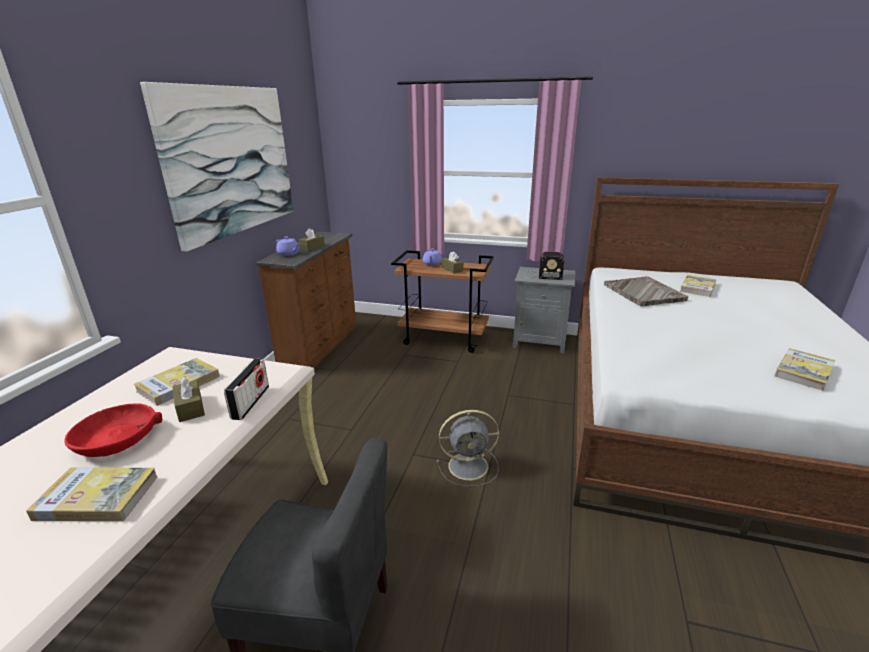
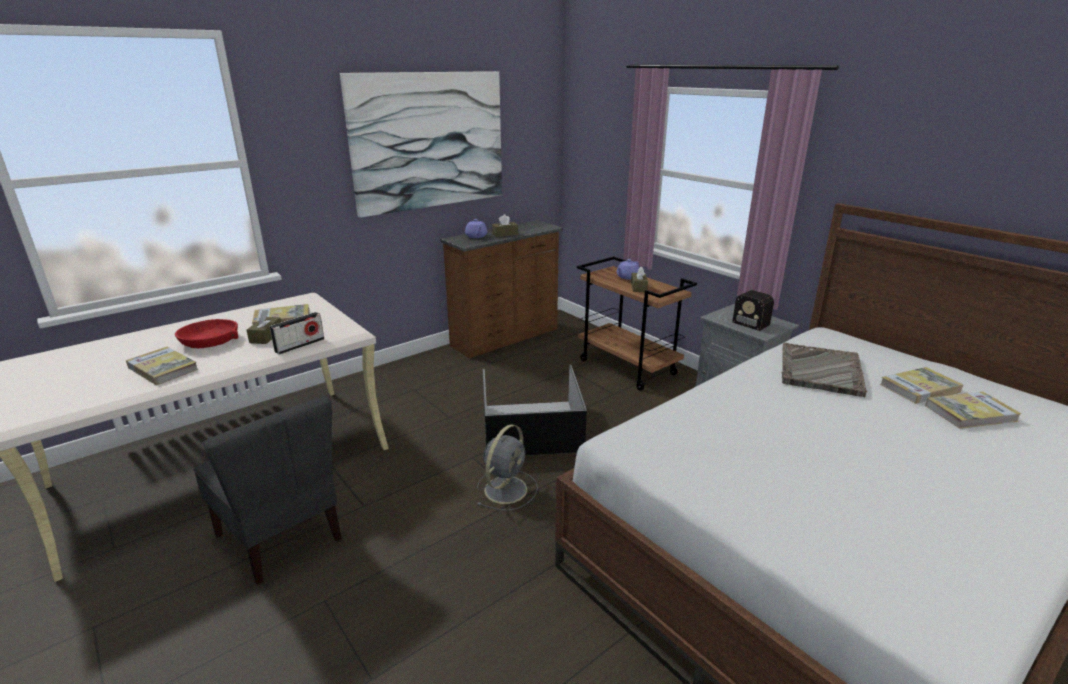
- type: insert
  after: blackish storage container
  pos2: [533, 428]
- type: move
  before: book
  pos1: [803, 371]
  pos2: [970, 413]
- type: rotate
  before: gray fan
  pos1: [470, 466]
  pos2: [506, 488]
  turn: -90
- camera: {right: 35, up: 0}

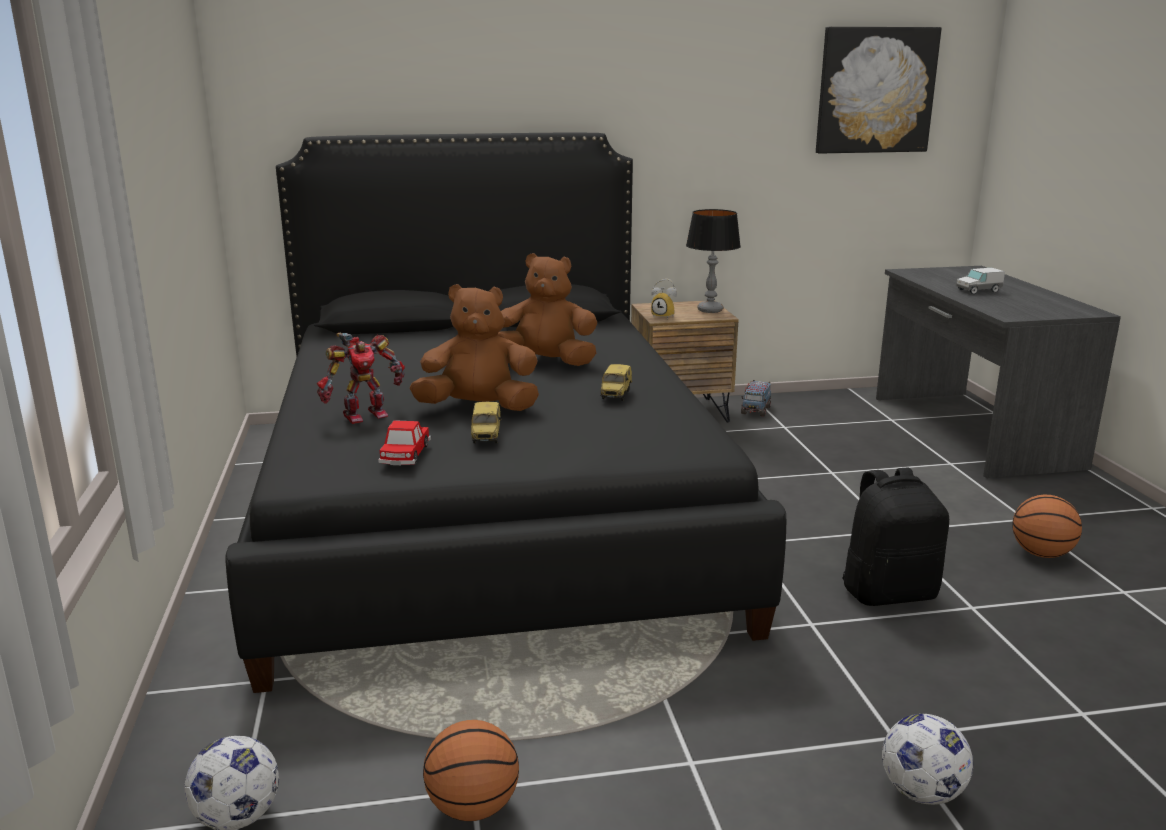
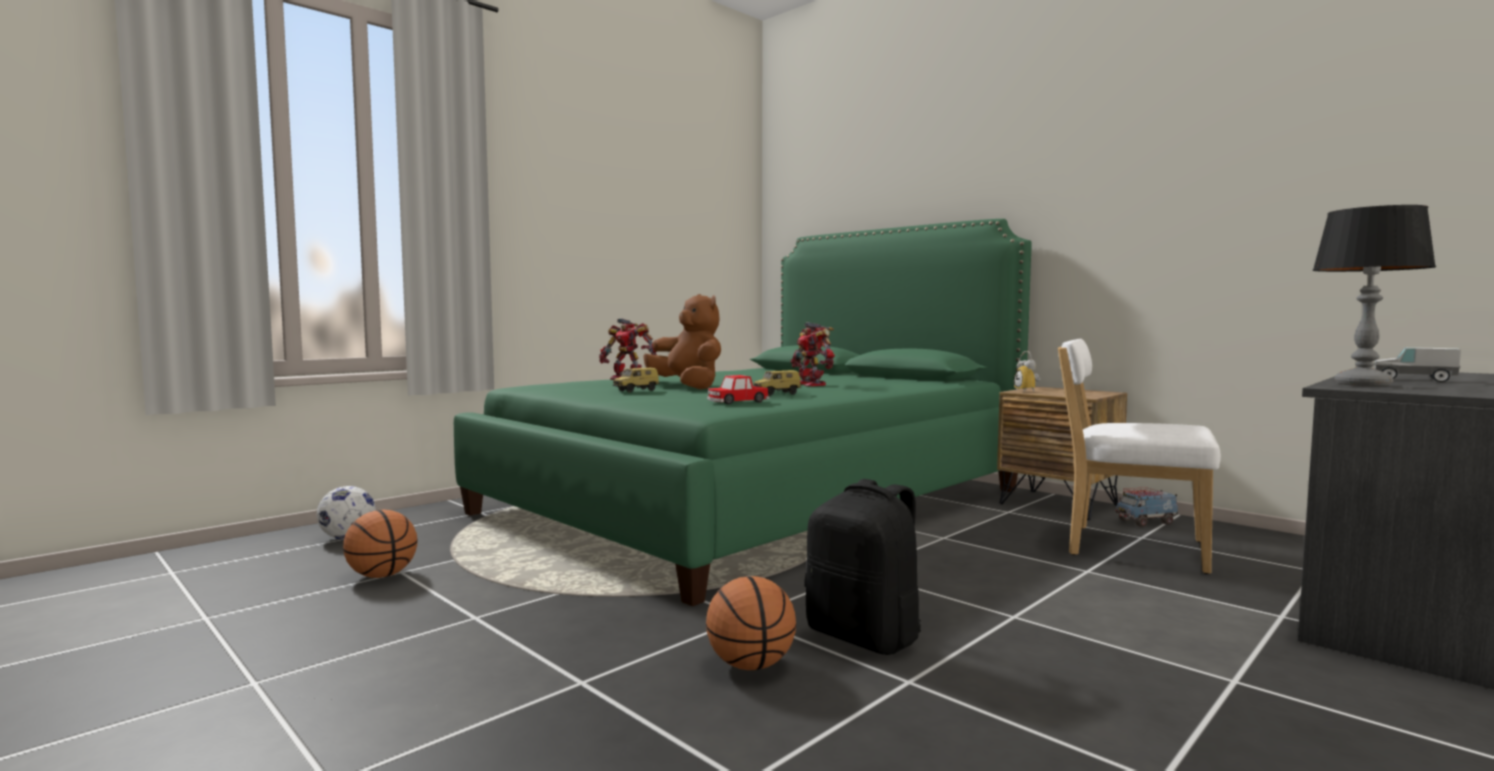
- type: delete
  before: wall picture
  pos1: [875, 90]
- type: delete
  before: football ball
  pos1: [921, 793]
- type: insert
  after: whitish upright chair
  pos2: [1128, 547]
- type: move
  before: model car
  pos1: [405, 454]
  pos2: [737, 402]
- type: move
  before: table lamp
  pos1: [710, 310]
  pos2: [1362, 384]
- type: move
  before: basketball
  pos1: [1041, 554]
  pos2: [751, 665]
- type: replace
  before: brown plush toy
  after: model robot
  pos1: [545, 362]
  pos2: [812, 384]
- type: recolor
  before: blackish sleeping bed
  after: green sleeping bed
  pos1: [488, 508]
  pos2: [758, 500]
- camera: {right: 55, up: -15}

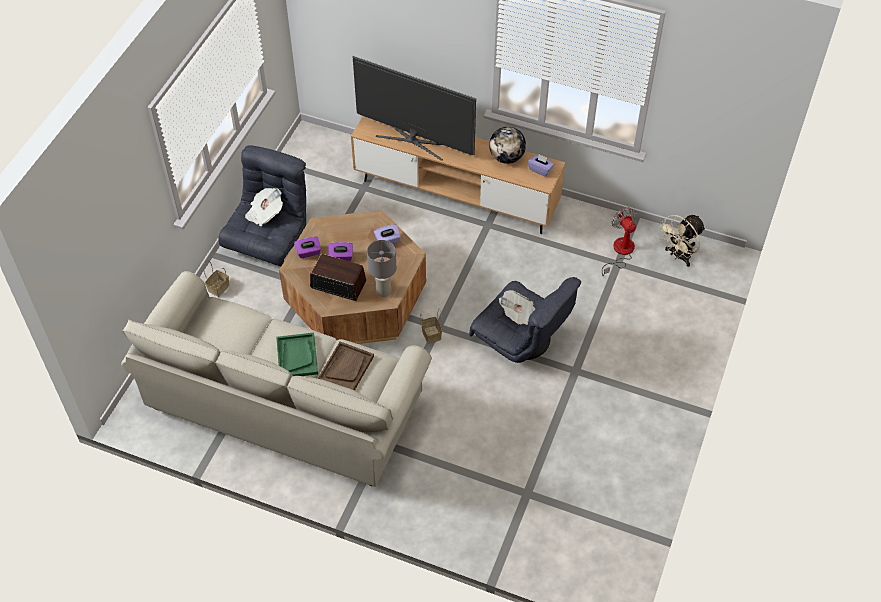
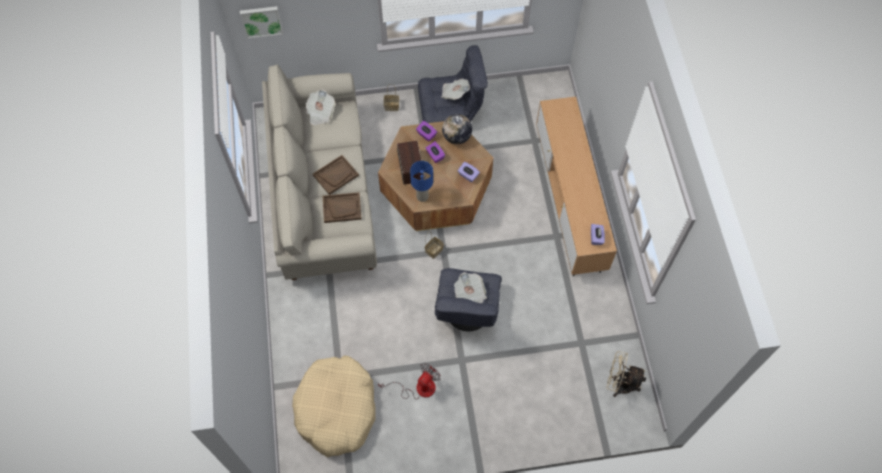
- type: delete
  before: TV set
  pos1: [414, 140]
- type: insert
  after: wall picture
  pos2: [261, 20]
- type: insert
  after: beige-coloured dog cushion
  pos2: [336, 409]
- type: insert
  after: printed paper
  pos2: [320, 113]
- type: move
  before: world globe
  pos1: [506, 157]
  pos2: [457, 137]
- type: move
  before: fan
  pos1: [620, 252]
  pos2: [418, 388]
- type: recolor
  before: green carrying tray
  after: brown carrying tray
  pos1: [297, 356]
  pos2: [336, 175]
- type: recolor
  before: gray table lamp
  after: blue-coloured table lamp
  pos1: [383, 291]
  pos2: [422, 196]
- camera: {right: 60, up: 10}

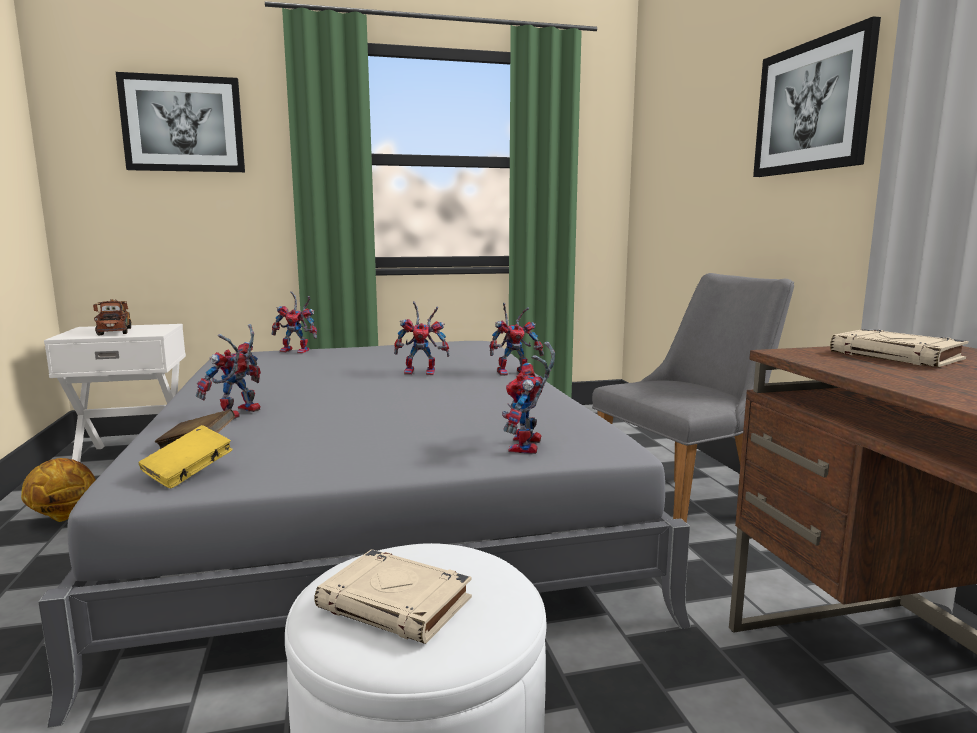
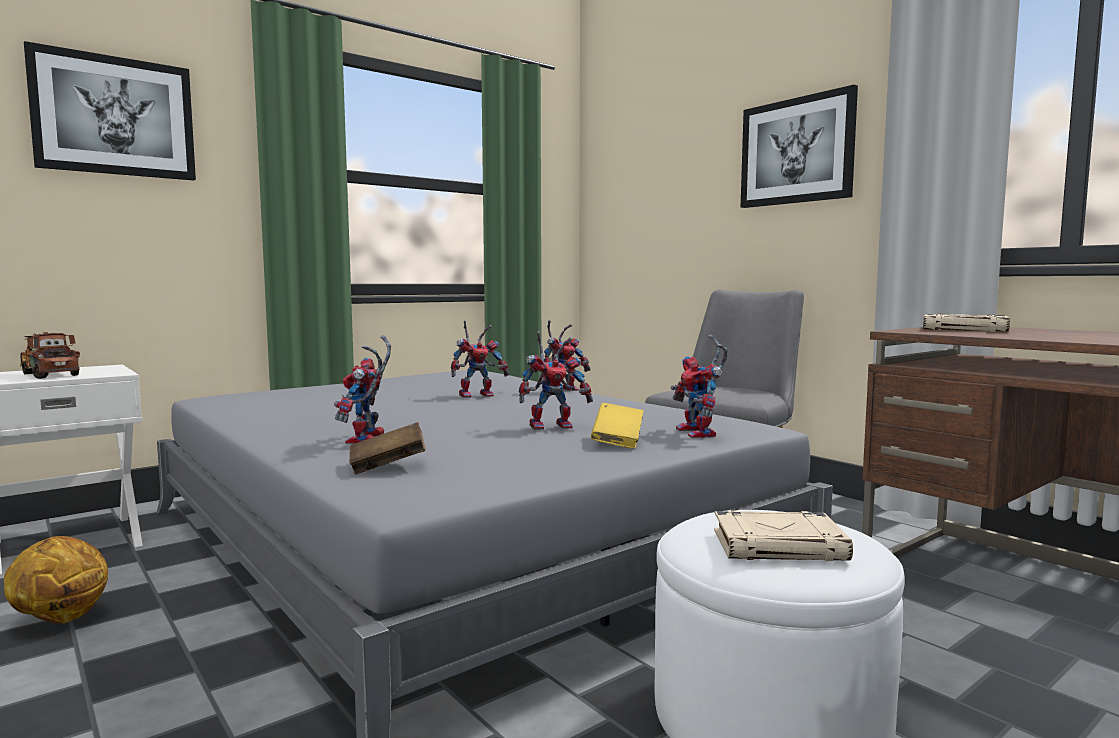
- type: move
  before: yellow book
  pos1: [188, 474]
  pos2: [618, 441]
- type: move
  before: model robot
  pos1: [298, 351]
  pos2: [553, 426]
- camera: {right: -25, up: -5}

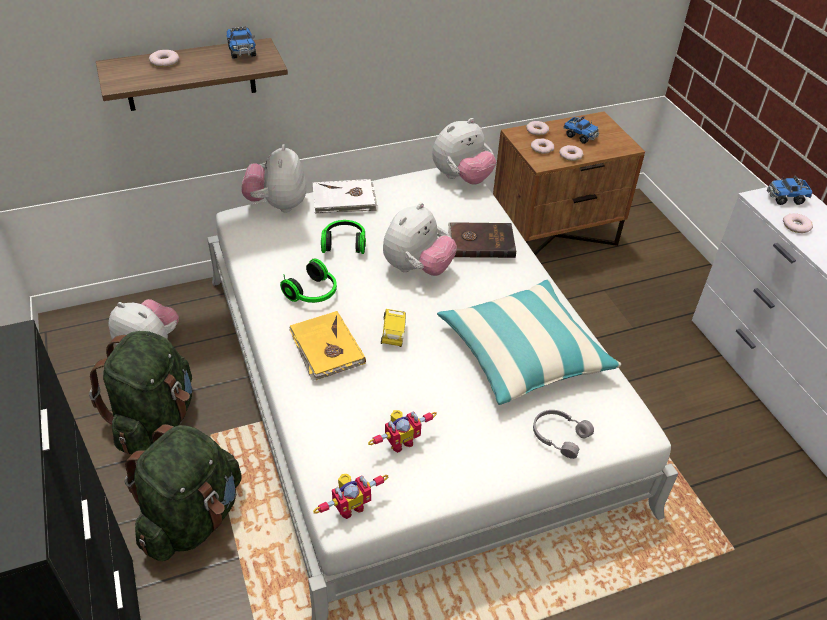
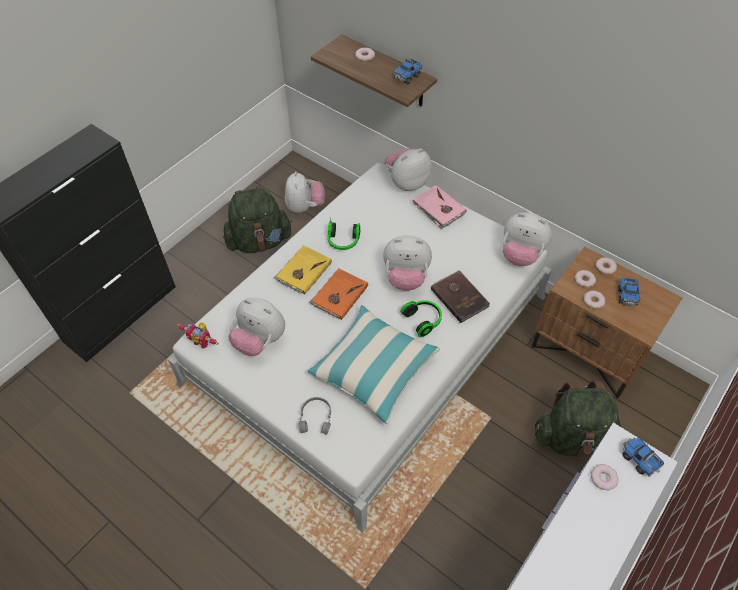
- type: move
  before: green rucksack
  pos1: [192, 518]
  pos2: [572, 437]
- type: move
  before: headset
  pos1: [344, 244]
  pos2: [423, 320]
- type: replace
  before: model robot
  after: plush toy
  pos1: [400, 441]
  pos2: [259, 341]
- type: replace
  before: yellow model car
  after: orange book
  pos1: [394, 333]
  pos2: [339, 295]
- type: recolor
  before: whitish book
  after: pink-coloured book
  pos1: [344, 200]
  pos2: [438, 209]
- camera: {right: 60, up: 10}

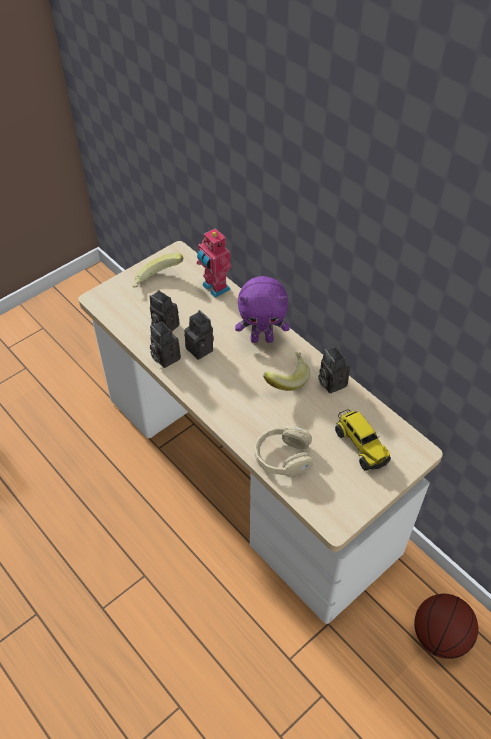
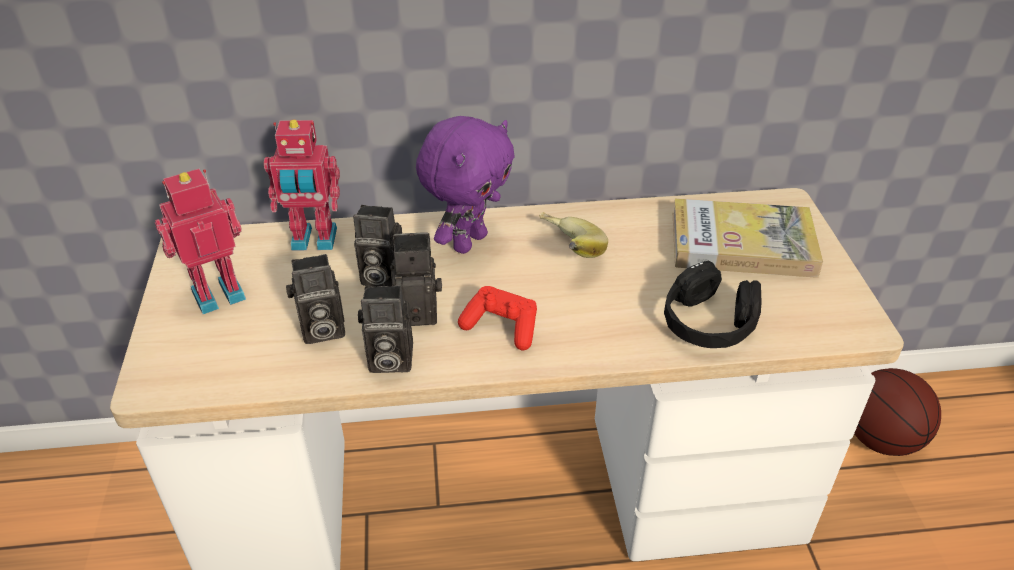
- type: insert
  after: red gamepad
  pos2: [502, 327]
- type: move
  before: still camera
  pos1: [330, 382]
  pos2: [379, 277]
- type: replace
  before: banana fruit
  after: model robot
  pos1: [158, 281]
  pos2: [217, 293]
- type: replace
  before: toy lorry
  after: book
  pos1: [360, 445]
  pos2: [742, 244]
- type: recolor
  before: beige-coloured headset
  after: blackish headset
  pos1: [283, 457]
  pos2: [708, 323]
- camera: {right: -55, up: -10}

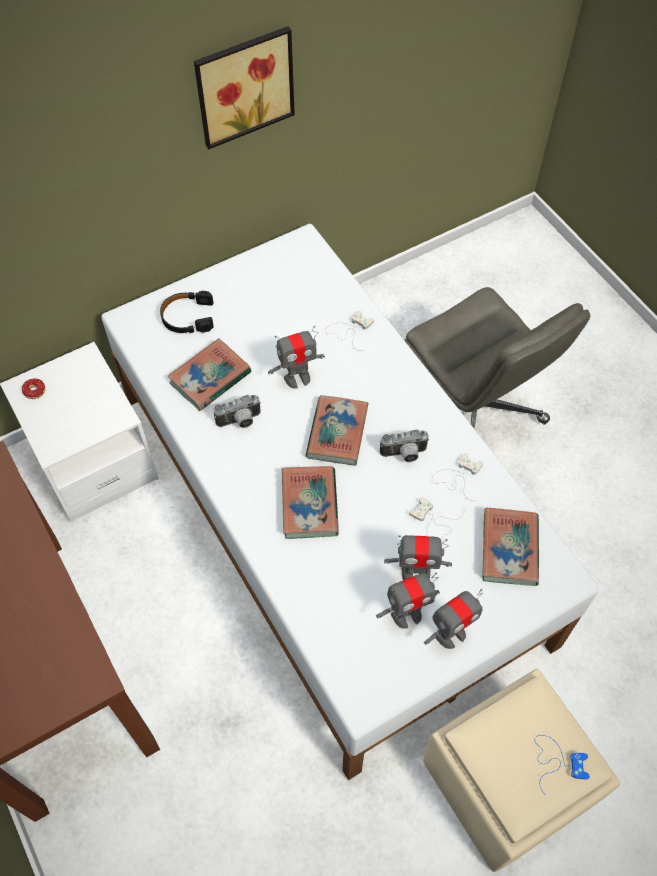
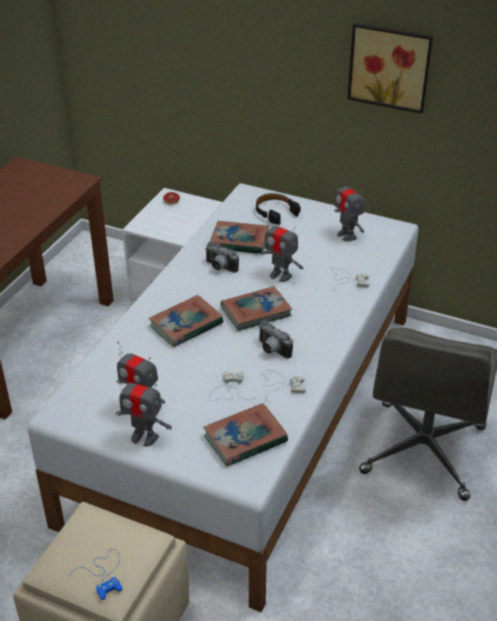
- type: move
  before: model robot
  pos1: [415, 574]
  pos2: [347, 235]
- camera: {right: 55, up: -20}

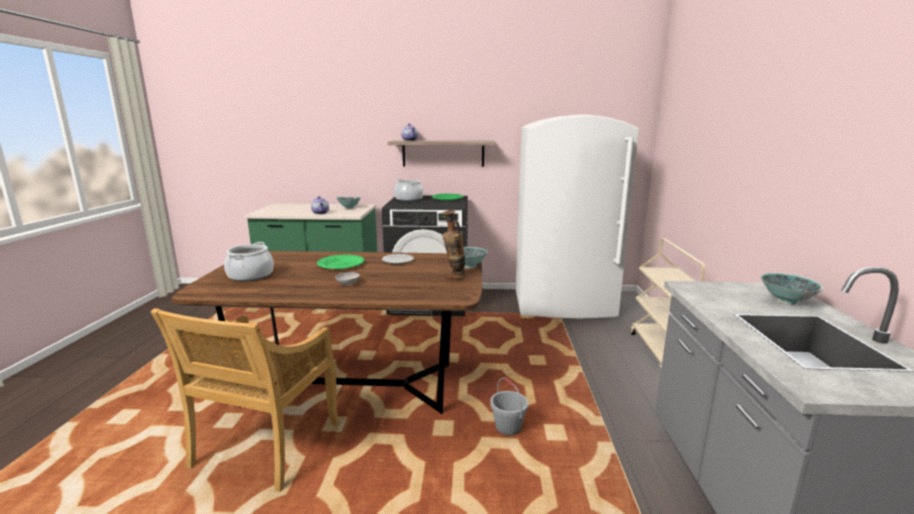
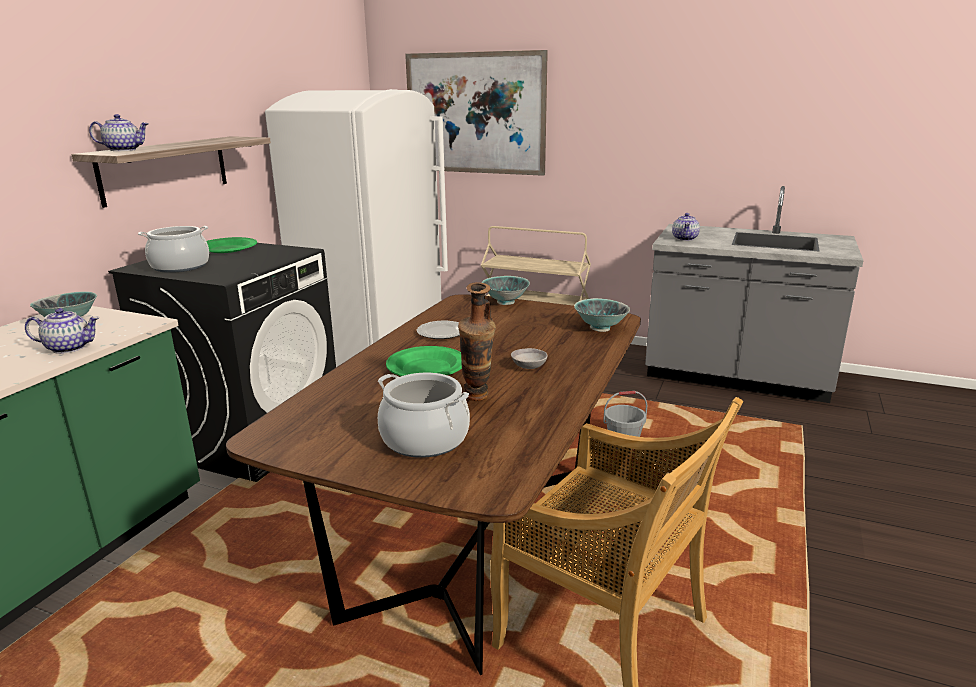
- type: insert
  after: wall picture
  pos2: [475, 113]
- type: insert
  after: teapot
  pos2: [685, 238]
- type: move
  before: flower vase
  pos1: [454, 277]
  pos2: [477, 400]
- type: move
  before: deep dish
  pos1: [786, 301]
  pos2: [600, 329]
- camera: {right: -70, up: 5}

